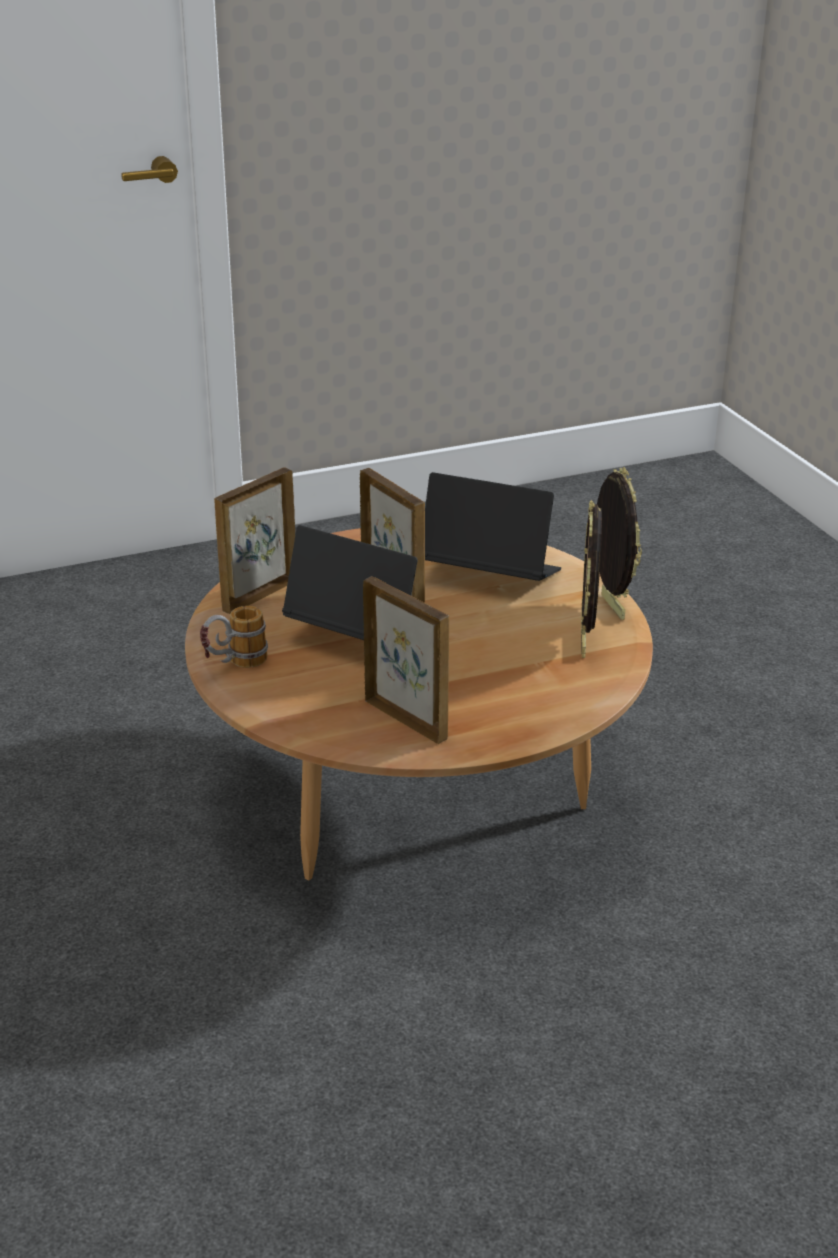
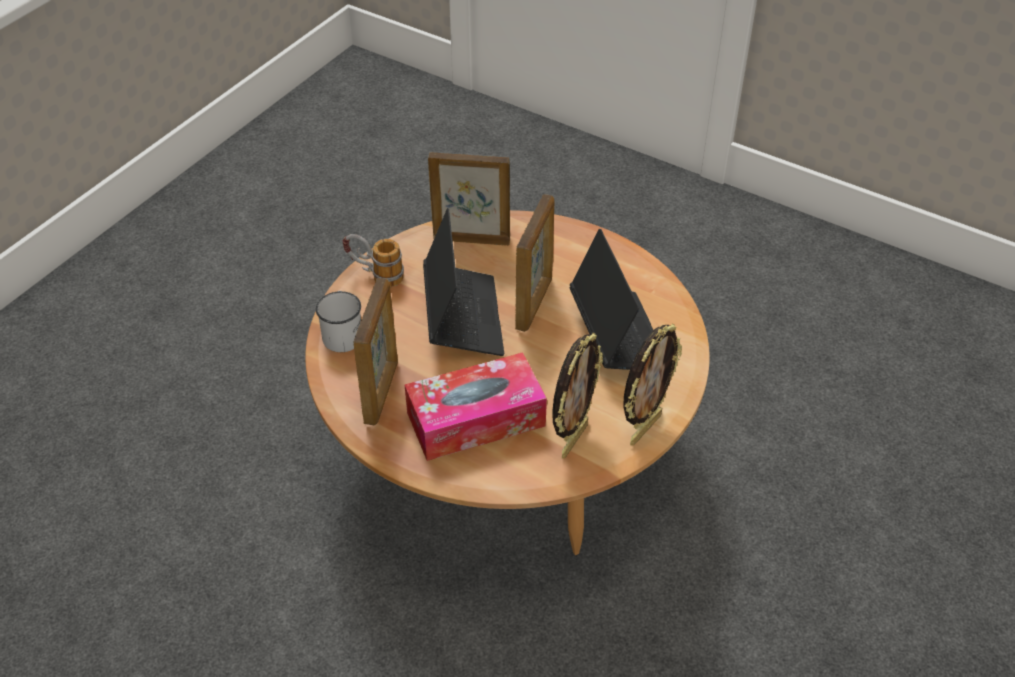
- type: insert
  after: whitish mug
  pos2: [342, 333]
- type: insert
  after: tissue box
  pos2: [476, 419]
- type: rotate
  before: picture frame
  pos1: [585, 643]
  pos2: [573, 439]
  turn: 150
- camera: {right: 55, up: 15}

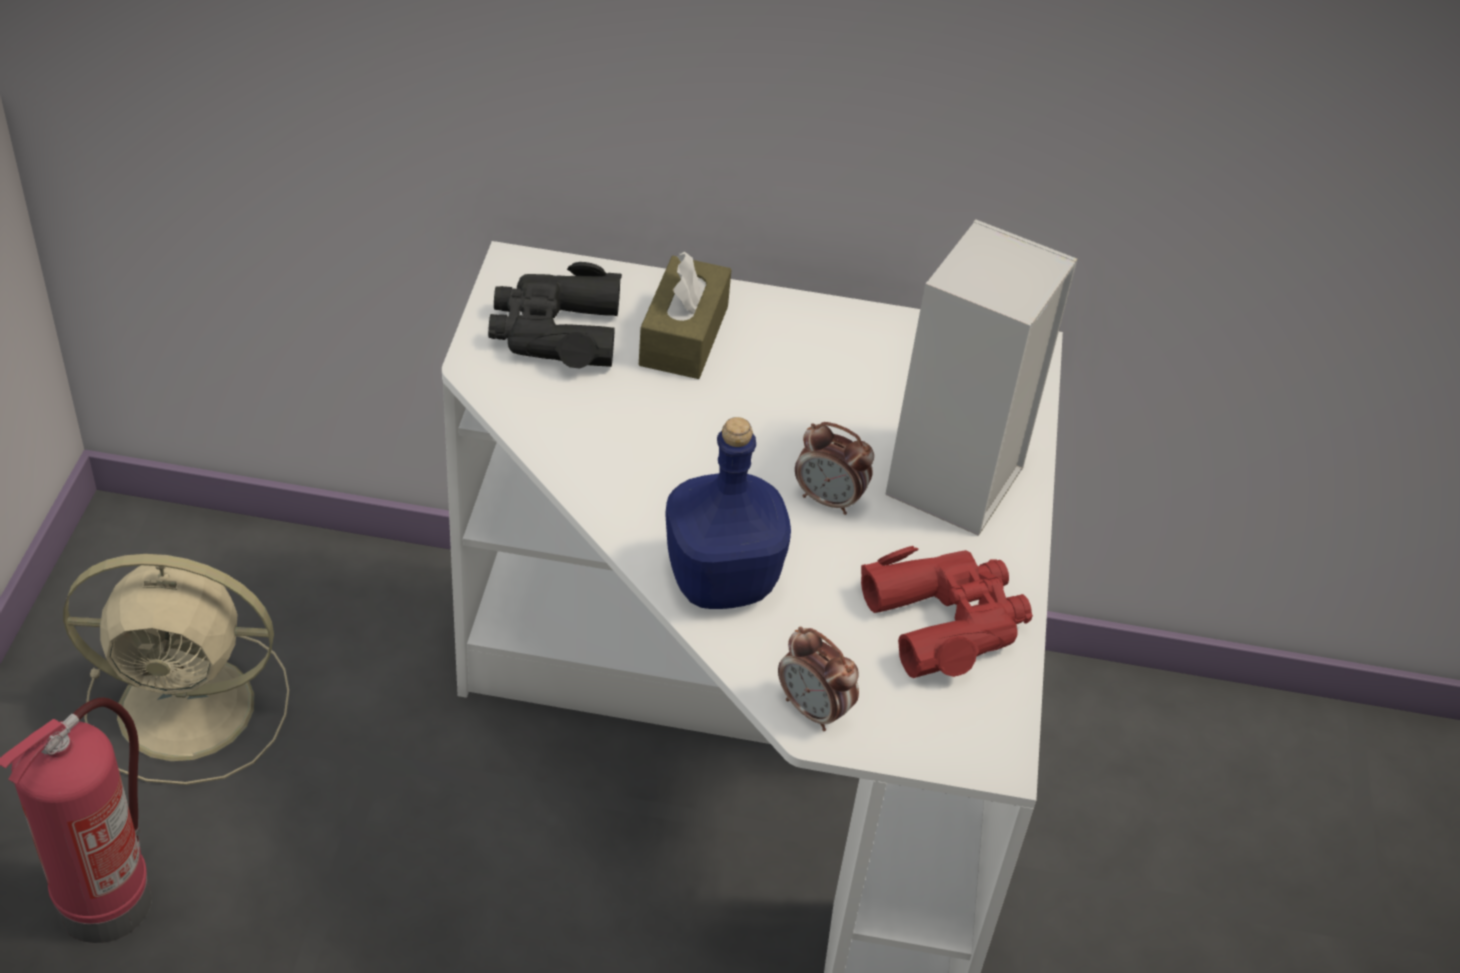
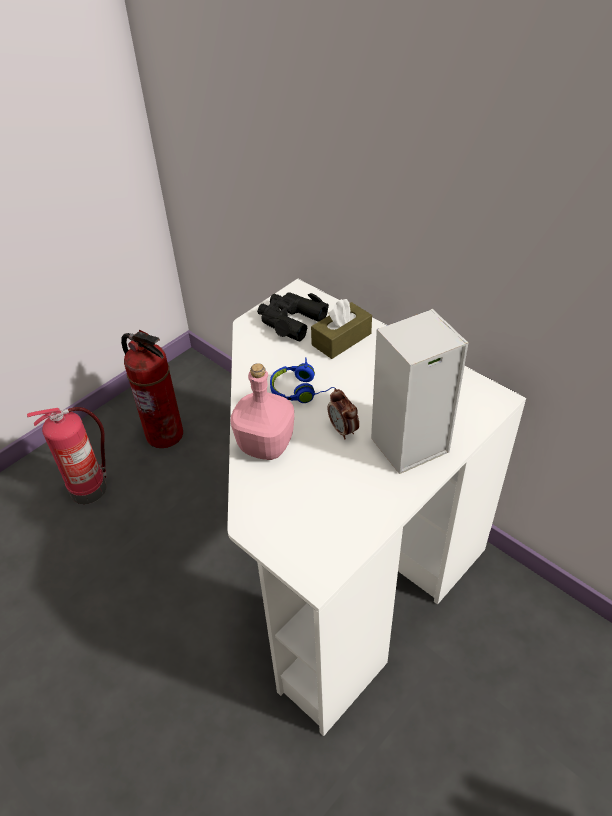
- type: delete
  before: table clock
  pos1: [813, 710]
- type: delete
  before: red binoculars
  pos1: [946, 620]
- type: insert
  after: blue-coloured headset
  pos2: [303, 392]
- type: replace
  before: beige-coloured fan
  after: fire-fighting cylinder
  pos1: [193, 707]
  pos2: [164, 434]
- type: recolor
  before: blue-coloured beverage bottle
  after: pink-coloured beverage bottle
  pos1: [724, 580]
  pos2: [267, 445]
- camera: {right: 40, up: 0}

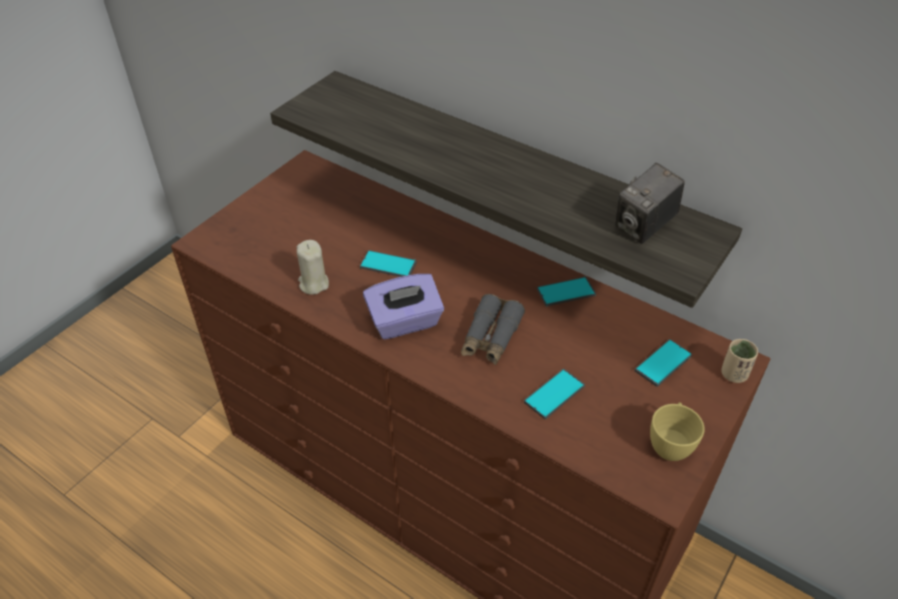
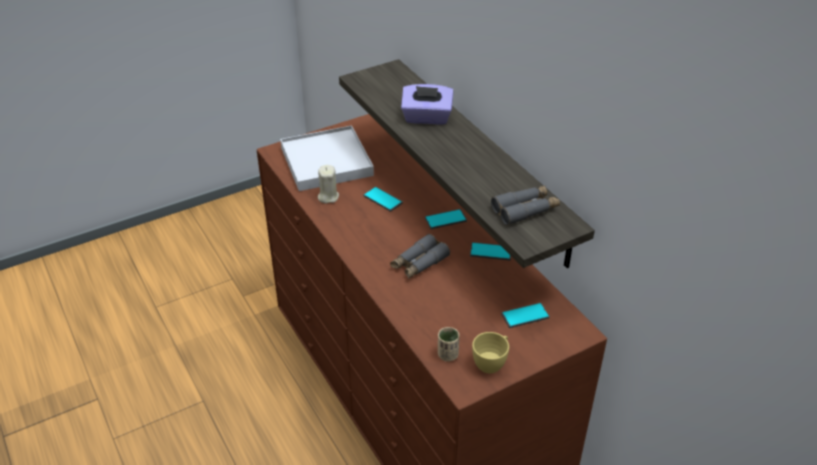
- type: insert
  after: whitish carrying tray
  pos2: [327, 162]
- type: move
  before: purple tissue box
  pos1: [405, 322]
  pos2: [426, 118]
- type: move
  before: phone
  pos1: [554, 394]
  pos2: [445, 219]
- type: move
  before: beige-coloured drinking cup
  pos1: [733, 374]
  pos2: [447, 355]
- type: replace
  before: still camera
  after: gray binoculars
  pos1: [644, 227]
  pos2: [525, 210]
- camera: {right: 25, up: -5}

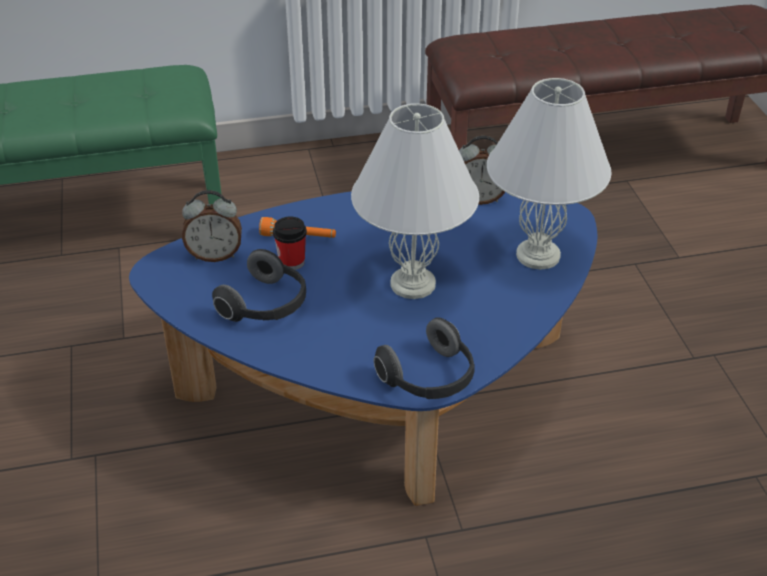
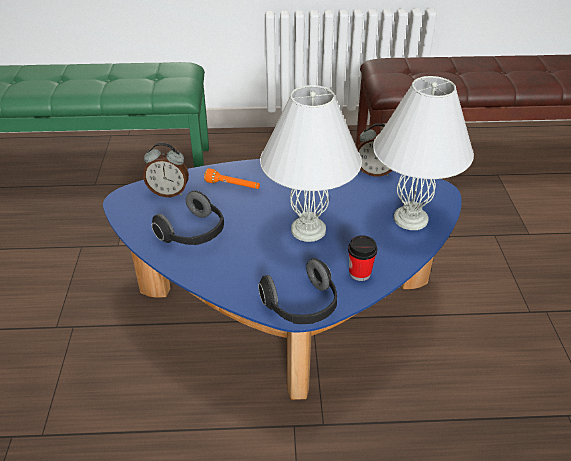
- type: move
  before: drinking cup
  pos1: [292, 262]
  pos2: [360, 273]
- camera: {right: 10, up: 0}

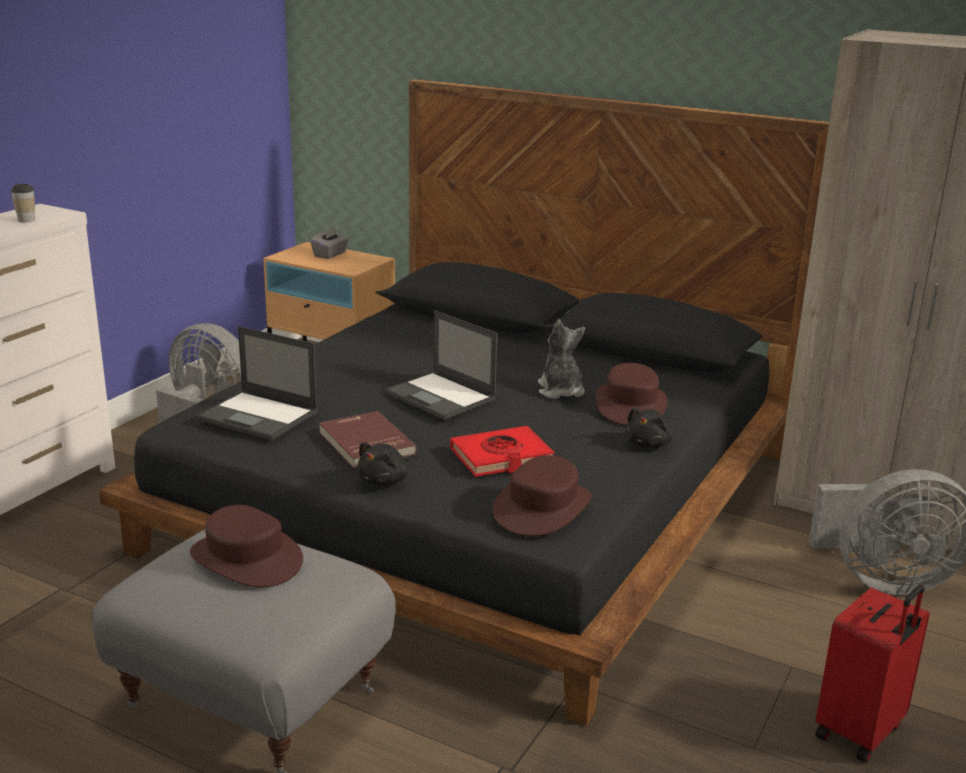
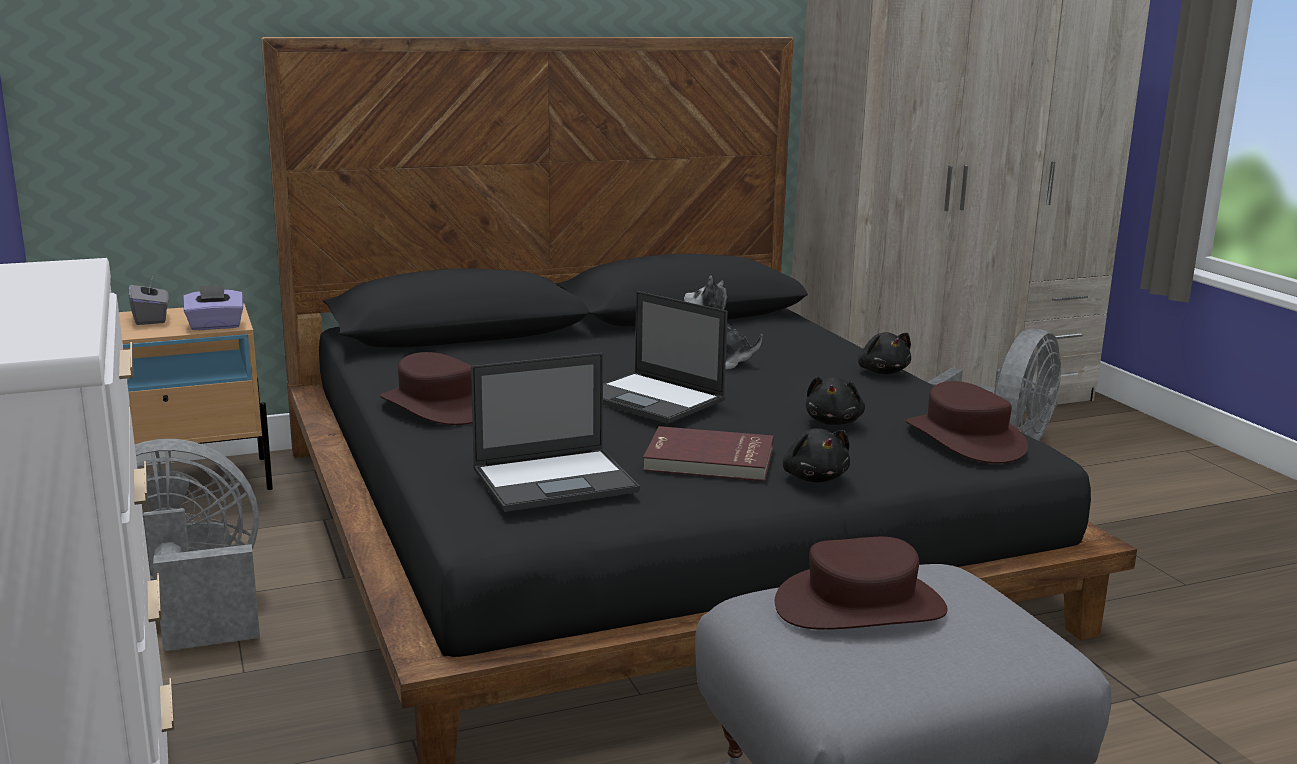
- type: delete
  before: drinking cup
  pos1: [26, 220]
- type: delete
  before: red piece of luggage
  pos1: [861, 732]
- type: insert
  after: purple tissue box
  pos2: [215, 326]
- type: move
  before: brown clothing hat
  pos1: [630, 405]
  pos2: [437, 405]
- type: replace
  before: red book
  after: blackish plush toy
  pos1: [501, 457]
  pos2: [834, 422]
- type: rotate
  before: notebook computer
  pos1: [441, 396]
  pos2: [653, 399]
  turn: 45
- camera: {right: -50, up: -5}

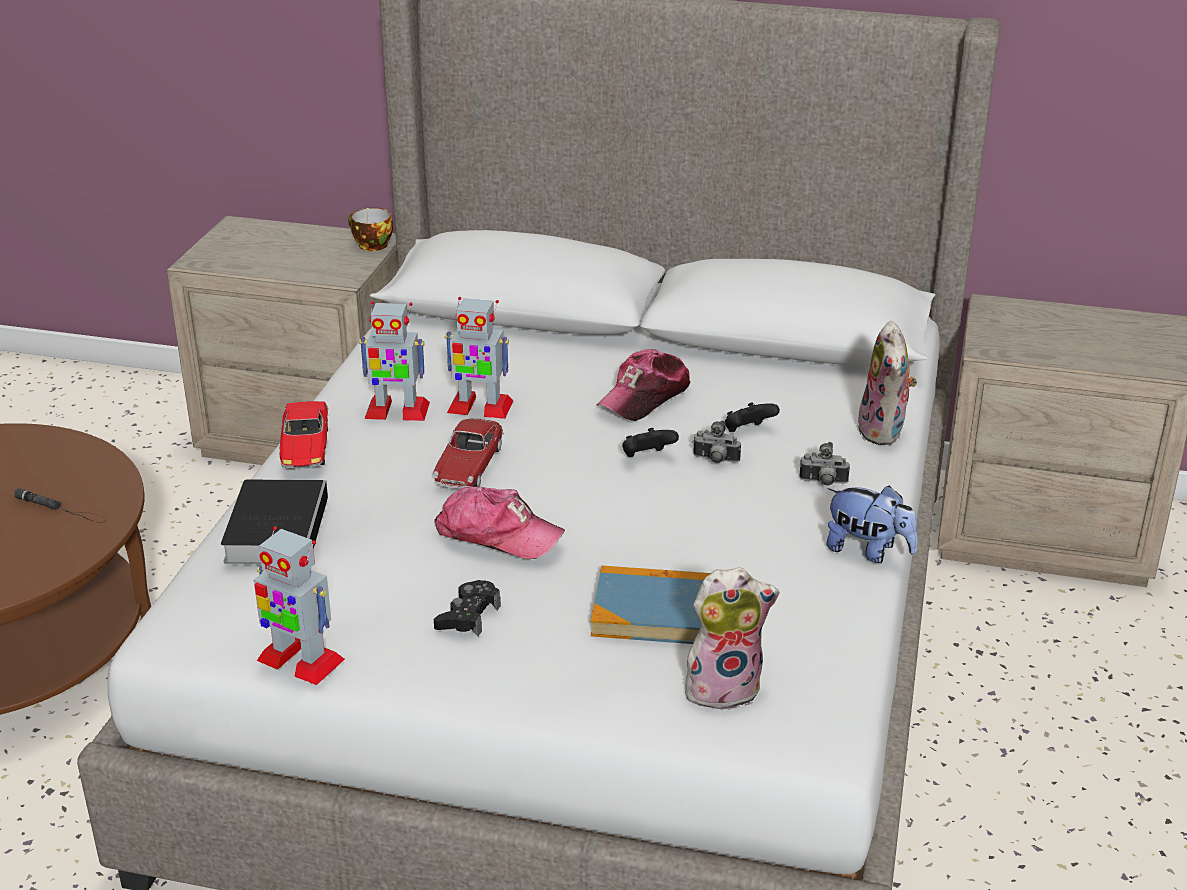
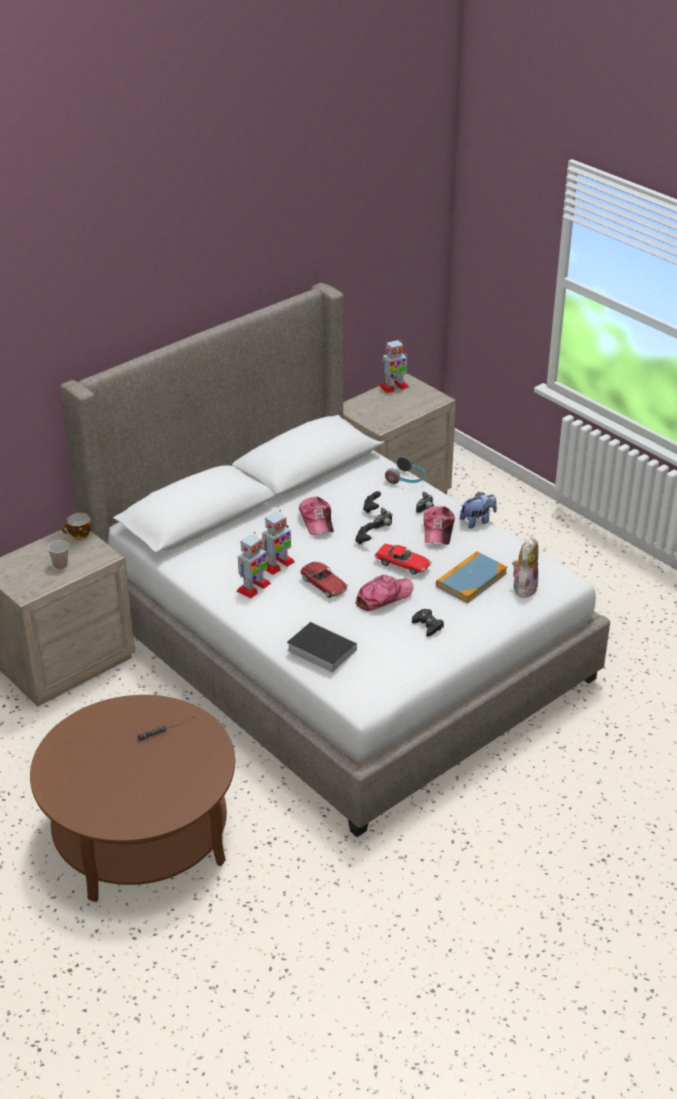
- type: insert
  after: drinking cup
  pos2: [60, 565]
- type: insert
  after: peaked cap
  pos2: [438, 530]
- type: move
  before: model robot
  pos1: [299, 660]
  pos2: [394, 387]
- type: move
  before: model car
  pos1: [305, 448]
  pos2: [403, 564]
- type: replace
  before: plush toy
  after: headset
  pos1: [884, 432]
  pos2: [407, 479]
- camera: {right: -55, up: 5}

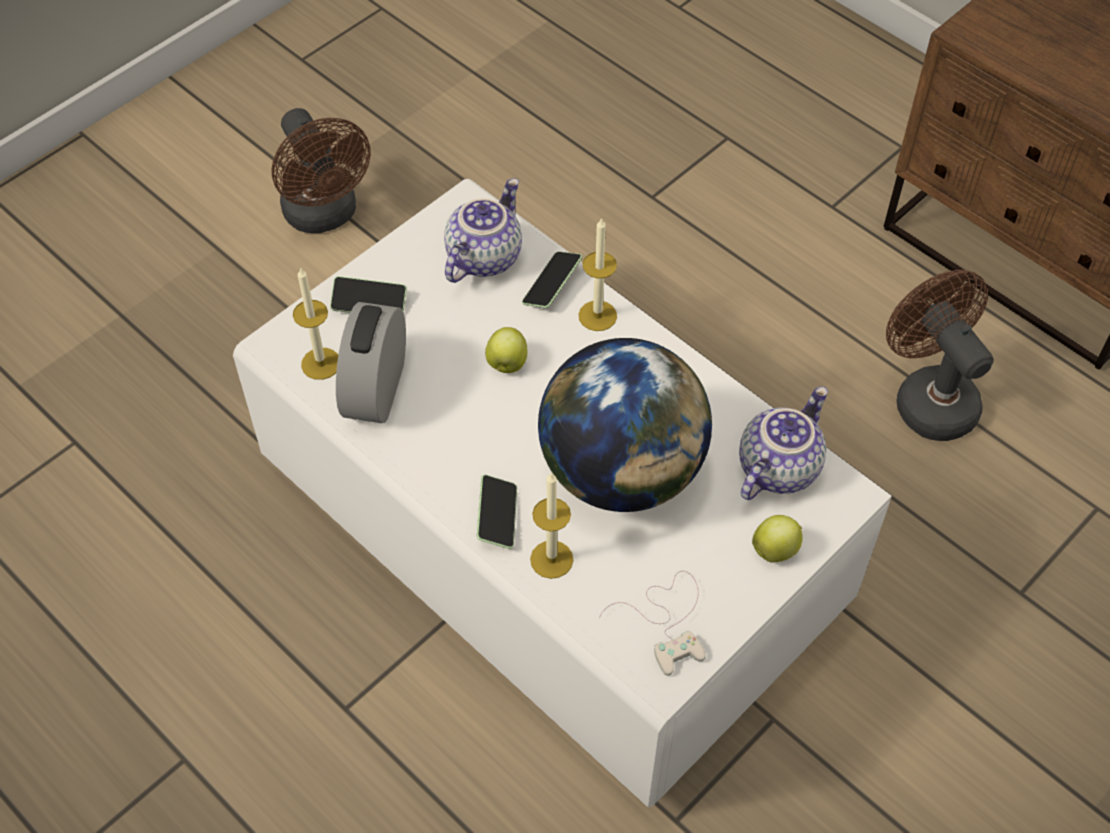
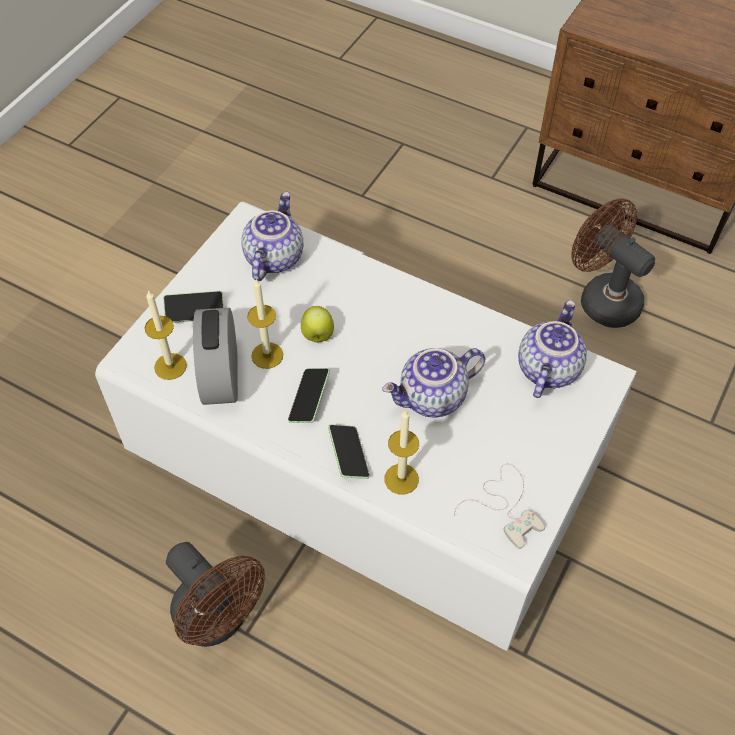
- type: delete
  before: apple fruit
  pos1: [775, 549]
- type: move
  before: brown fan
  pos1: [325, 216]
  pos2: [219, 620]
- type: move
  before: phone
  pos1: [552, 286]
  pos2: [309, 400]
- type: move
  before: candle
  pos1: [597, 315]
  pos2: [267, 355]
- type: replace
  before: world globe
  after: teapot
  pos1: [621, 472]
  pos2: [432, 398]
- camera: {right: -15, up: 0}

